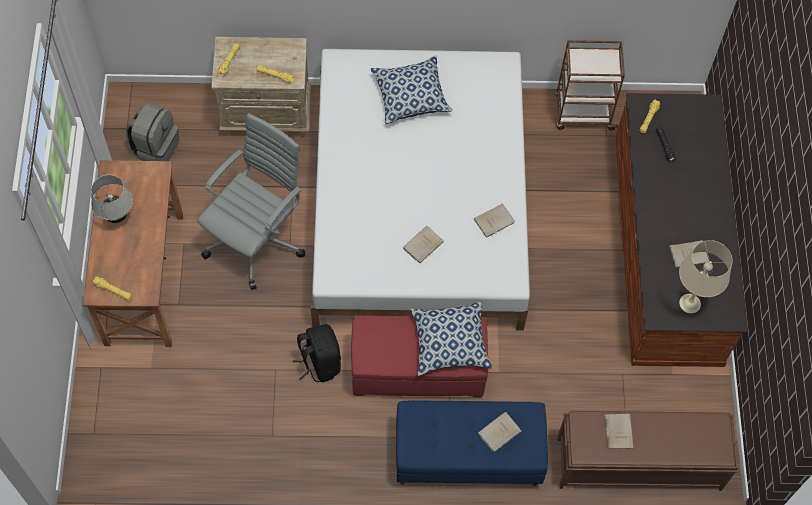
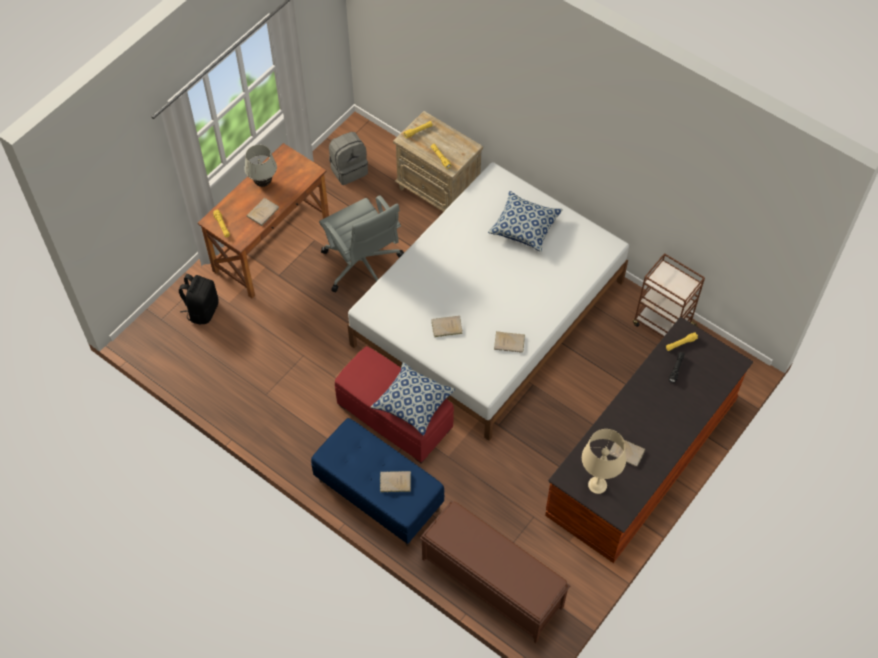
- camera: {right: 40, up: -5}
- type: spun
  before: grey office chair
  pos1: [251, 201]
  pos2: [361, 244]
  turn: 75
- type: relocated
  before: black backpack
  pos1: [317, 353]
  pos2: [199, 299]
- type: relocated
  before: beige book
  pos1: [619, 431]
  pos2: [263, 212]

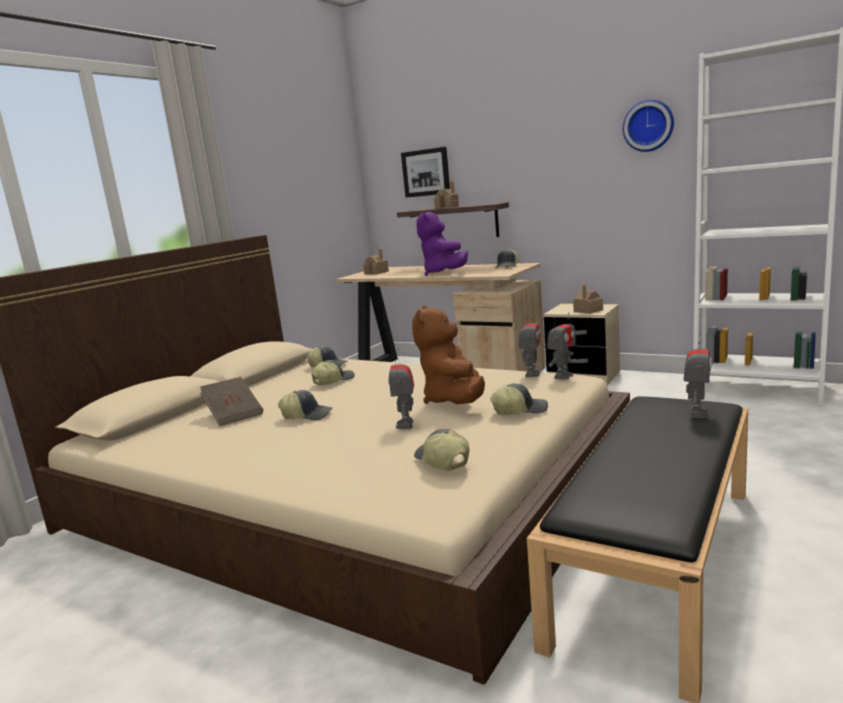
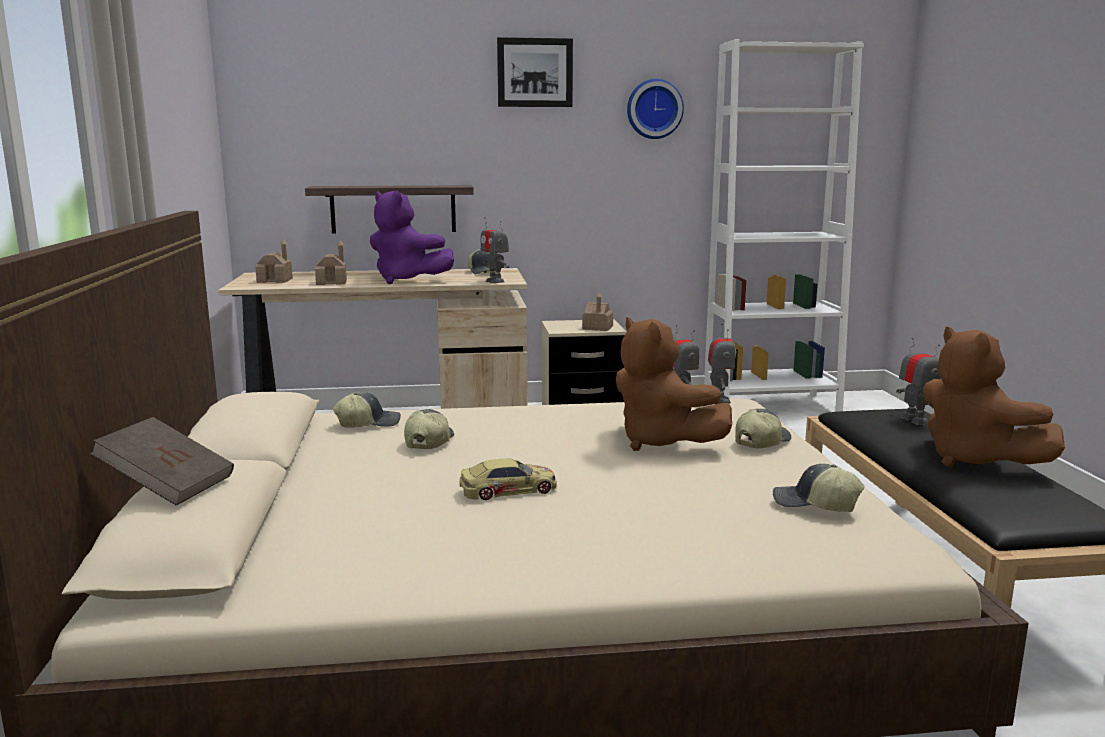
- camera: {right: -40, up: 0}
- type: relocated
  before: picture
  pos1: [425, 172]
  pos2: [535, 72]
- type: relocated
  before: toy house
  pos1: [446, 194]
  pos2: [331, 262]
- type: relocated
  before: toy robot
  pos1: [401, 389]
  pos2: [495, 250]
- type: relocated
  before: brown book
  pos1: [231, 401]
  pos2: [162, 461]
- type: exchanged
  before: cap
  after: toy car
  pos1: [305, 405]
  pos2: [508, 479]
- type: appeared
  after: brown plush toy
  pos2: [994, 397]

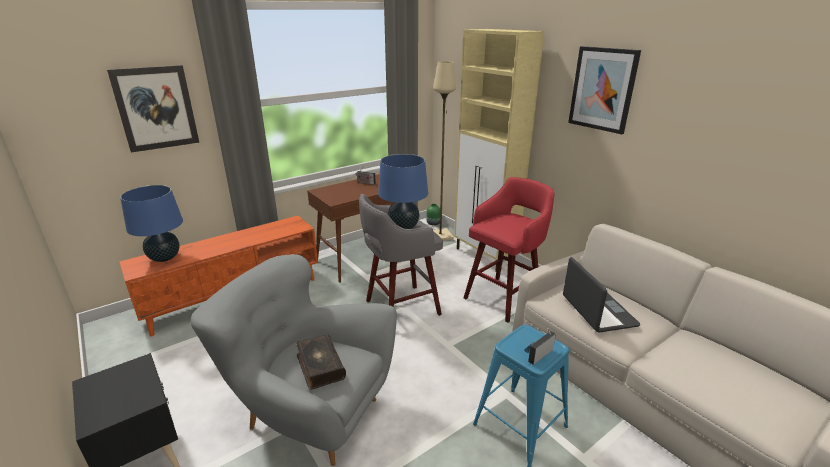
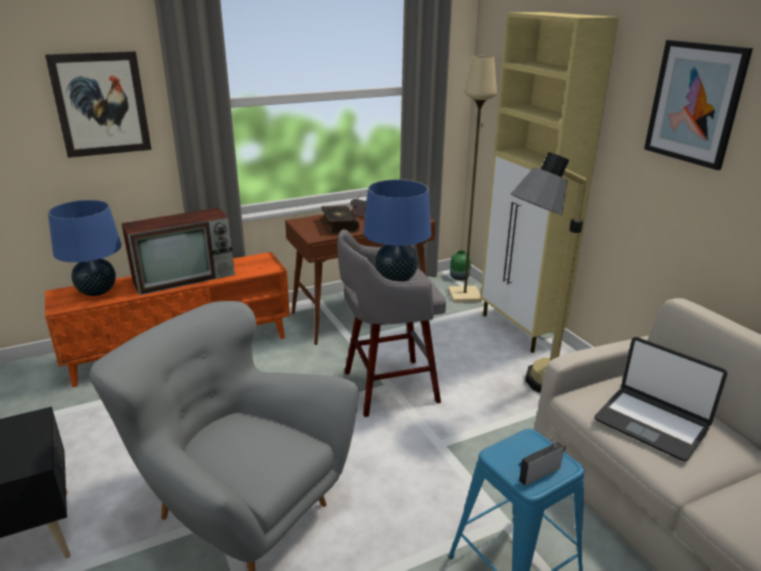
- camera: {right: 10, up: 0}
- type: exchanged
  before: red stool
  after: floor lamp
  pos1: [509, 250]
  pos2: [549, 272]
- type: spun
  before: laptop
  pos1: [601, 295]
  pos2: [661, 399]
  turn: 135
- type: relocated
  before: book
  pos1: [321, 362]
  pos2: [340, 220]
- type: appeared
  after: television
  pos2: [178, 251]

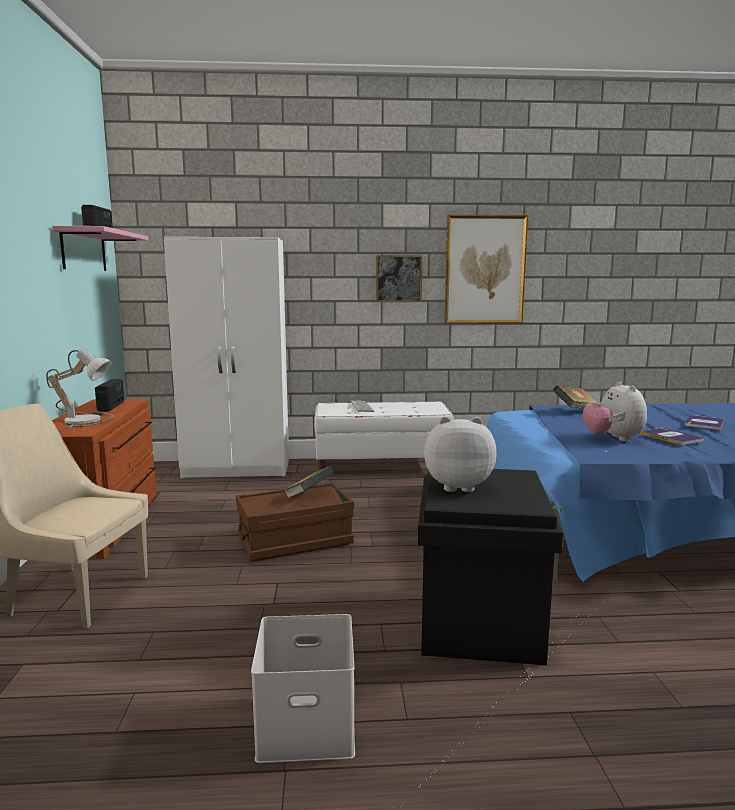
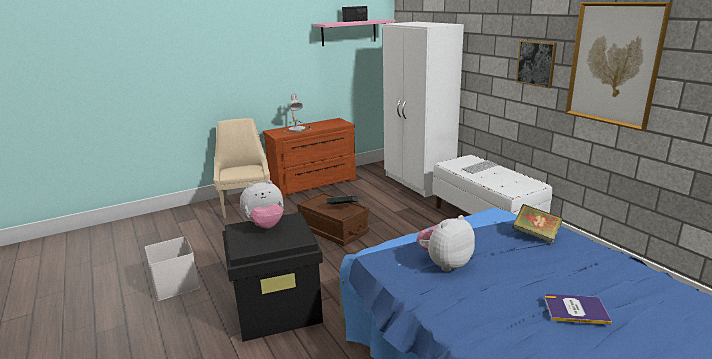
- camera: {right: 65, up: 10}
- type: missing
  before: radio
  pos1: [109, 395]
- type: spun
  before: plush toy
  pos1: [460, 454]
  pos2: [261, 204]
  turn: 90
- type: missing
  before: book
  pos1: [672, 436]

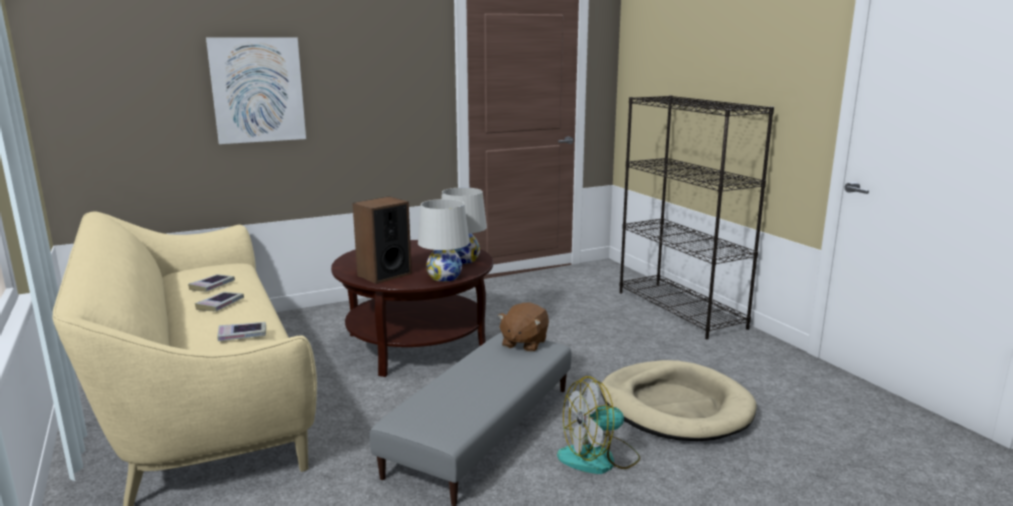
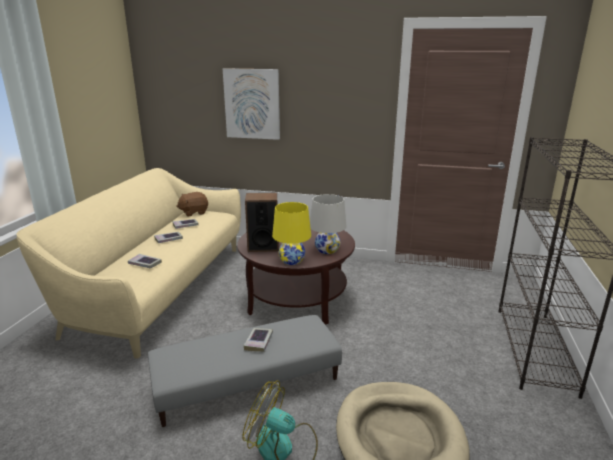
- camera: {right: 40, up: 5}
- type: colour
  before: white table lamp
  after: yellow table lamp
  pos1: [444, 240]
  pos2: [291, 233]
- type: relocated
  before: brown plush toy
  pos1: [523, 327]
  pos2: [192, 204]
- type: appeared
  after: book
  pos2: [258, 340]

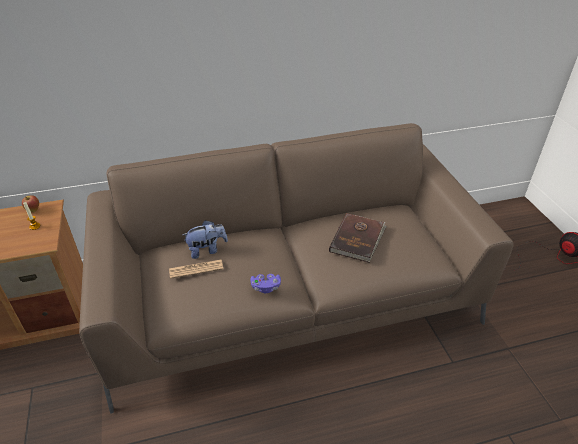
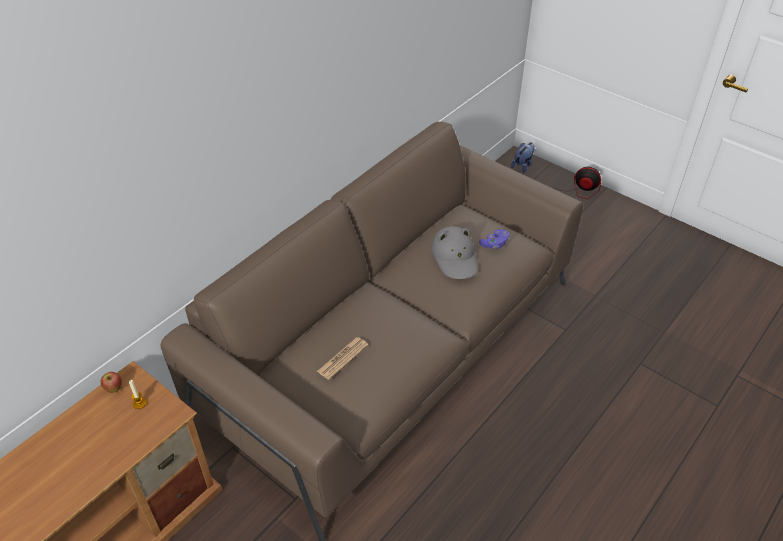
- camera: {right: -35, up: 5}
- type: exchanged
  before: brown book
  after: grey hat
  pos1: [358, 238]
  pos2: [455, 252]
- type: relocated
  before: plush toy
  pos1: [205, 239]
  pos2: [523, 157]
- type: relocated
  before: purple game controller
  pos1: [266, 283]
  pos2: [494, 239]

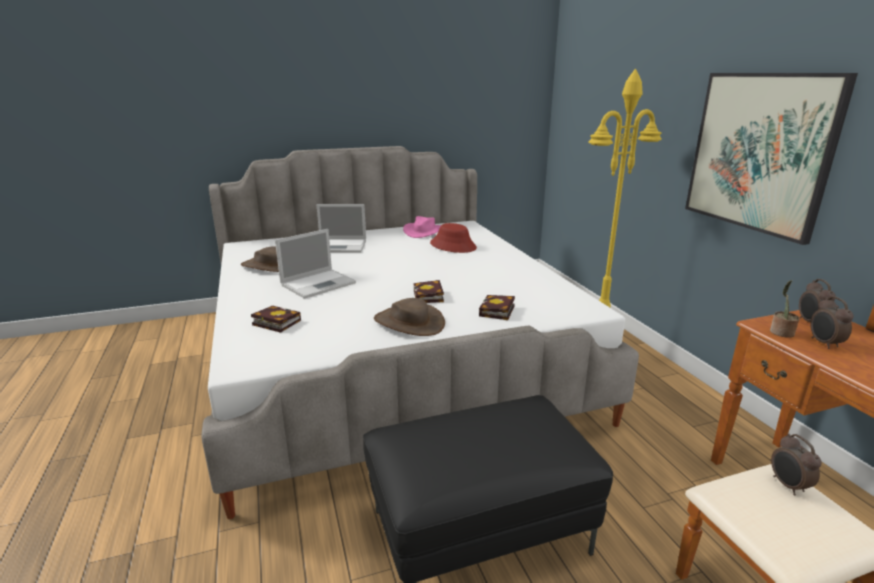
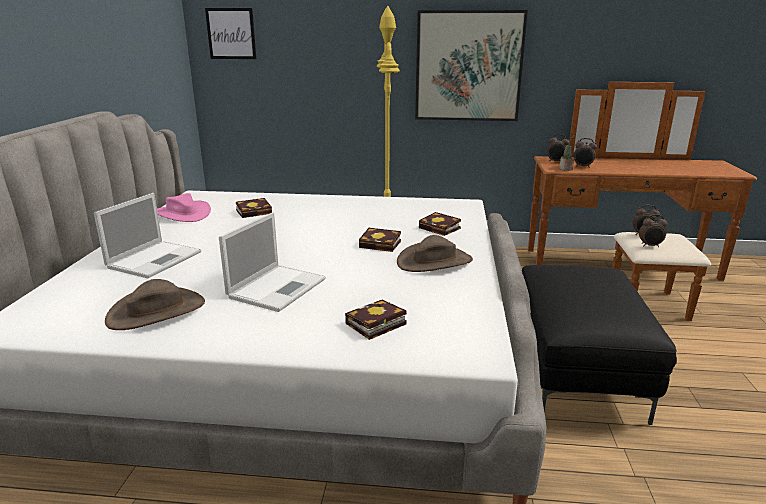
- camera: {right: -65, up: 0}
- type: exchanged
  before: red hat
  after: book
  pos1: [453, 238]
  pos2: [254, 208]
- type: spun
  before: laptop
  pos1: [315, 264]
  pos2: [272, 262]
  turn: 45
- type: appeared
  after: picture
  pos2: [230, 33]
- type: appeared
  after: alarm clock
  pos2: [653, 230]

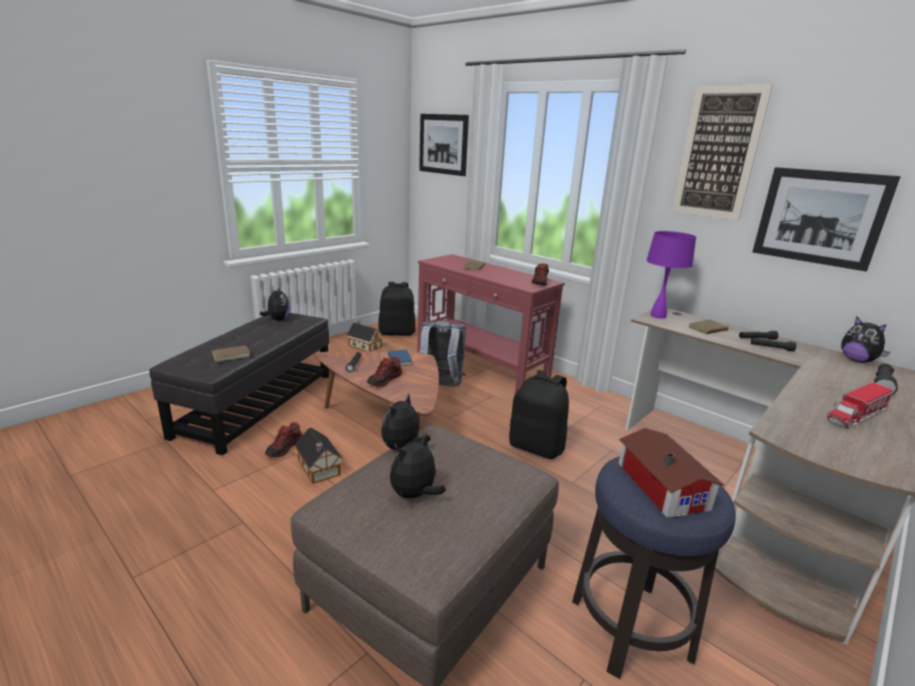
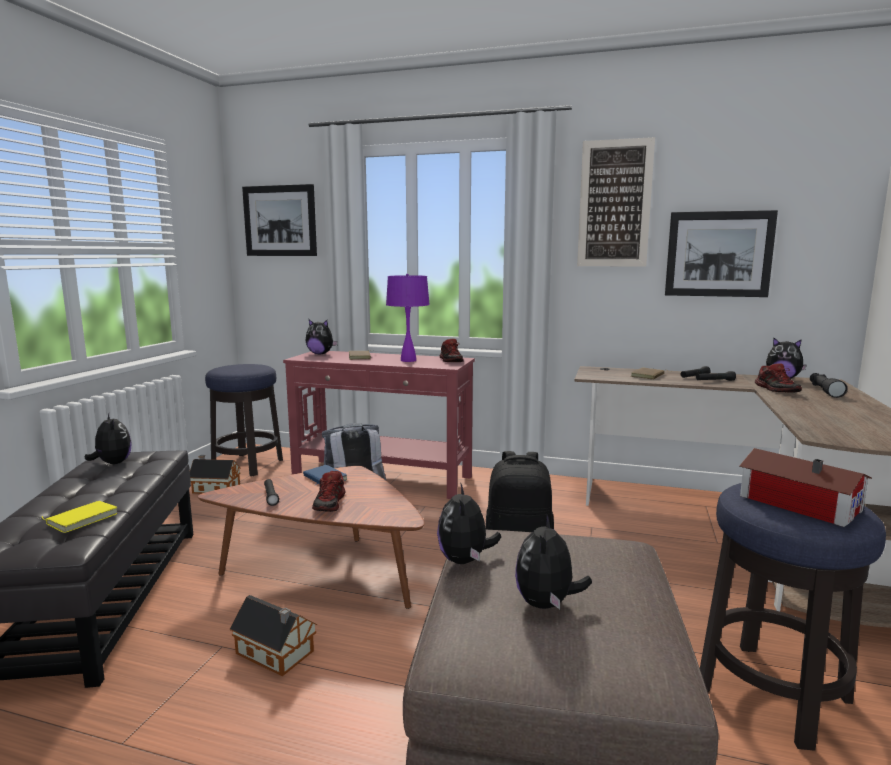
- camera: {right: -25, up: -10}
- type: relocated
  before: purple table lamp
  pos1: [671, 275]
  pos2: [408, 318]
- type: exchanged
  before: black backpack
  after: stool
  pos1: [397, 309]
  pos2: [244, 420]
- type: colour
  before: brown book
  after: yellow book
  pos1: [230, 353]
  pos2: [79, 517]
- type: missing
  before: toy truck
  pos1: [860, 405]
- type: relocated
  before: shoe
  pos1: [284, 439]
  pos2: [778, 378]
- type: appeared
  after: plush toy
  pos2: [322, 336]

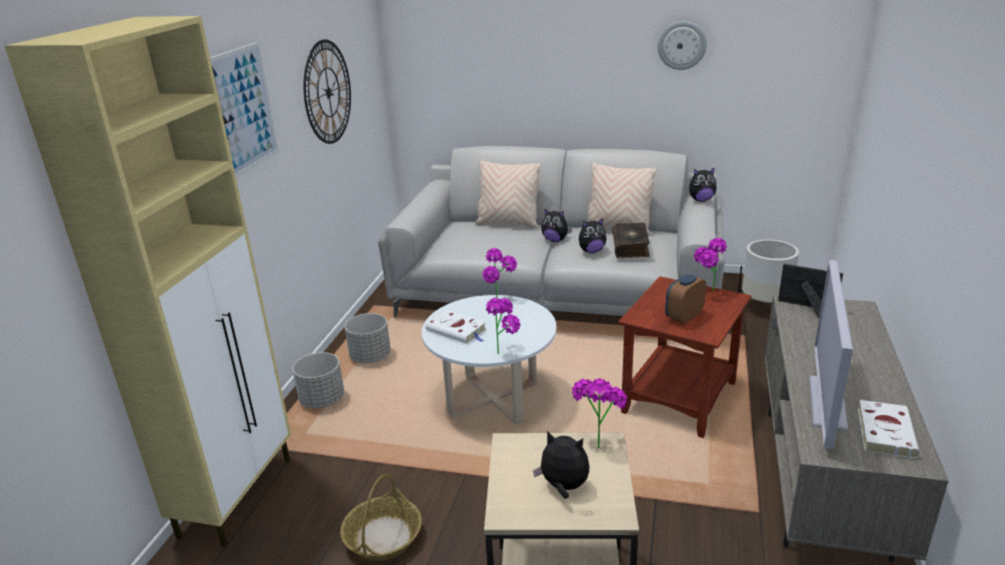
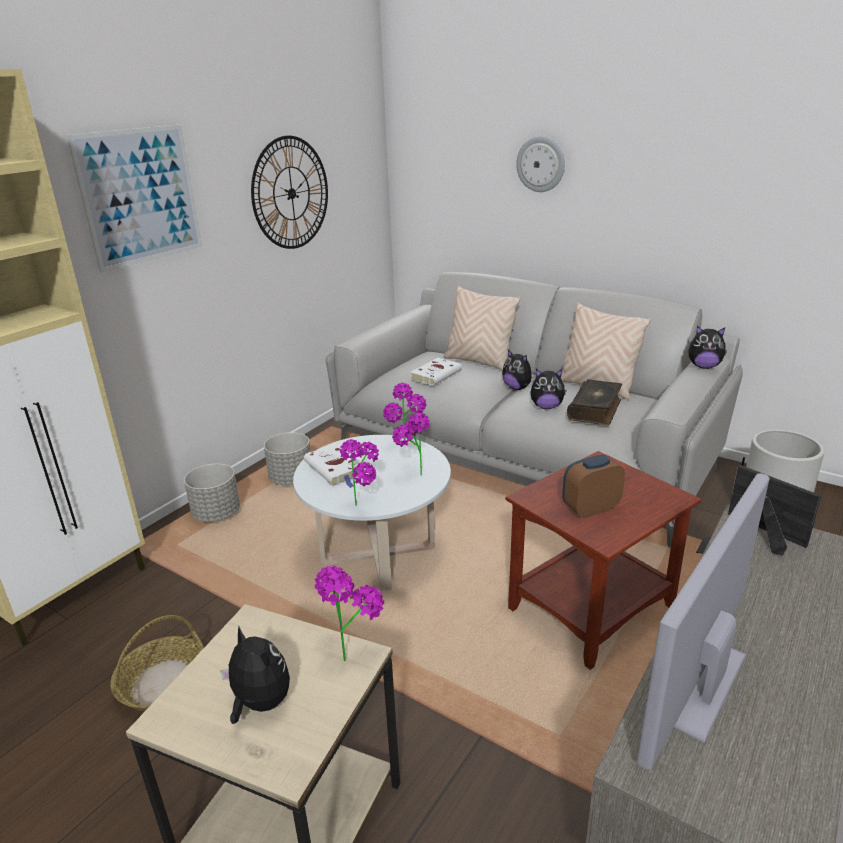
- camera: {right: 20, up: 0}
- type: relocated
  before: wall clock
  pos1: [682, 45]
  pos2: [540, 164]
- type: relocated
  before: potted plant
  pos1: [710, 265]
  pos2: [411, 443]
- type: relocated
  before: white book
  pos1: [888, 429]
  pos2: [436, 372]

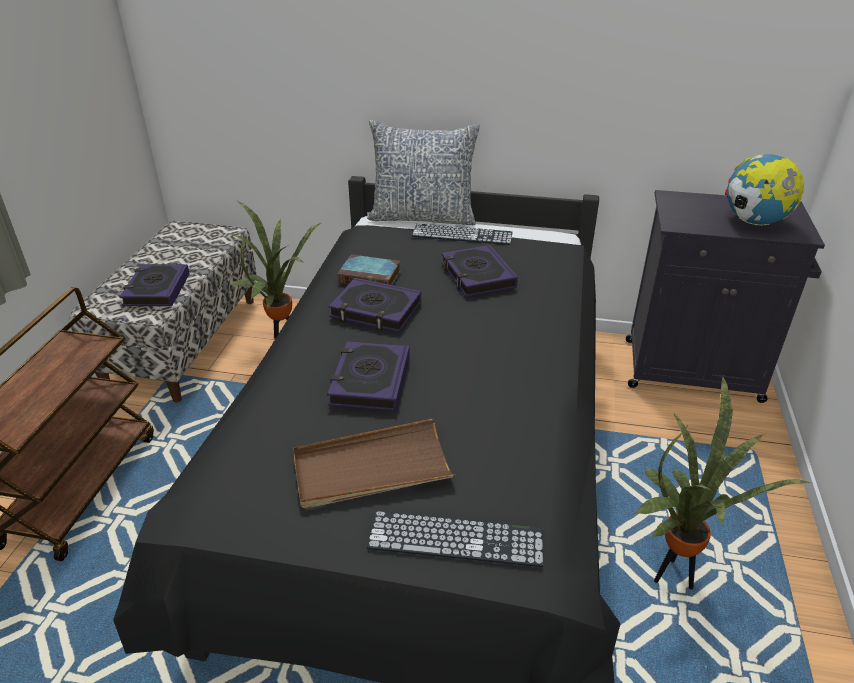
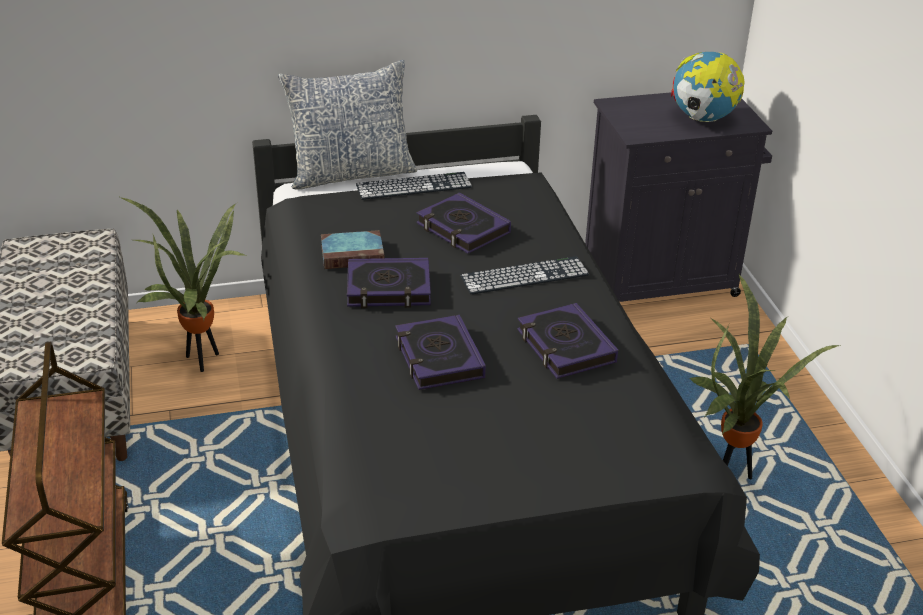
- camera: {right: -25, up: 0}
- type: relocated
  before: book
  pos1: [155, 285]
  pos2: [567, 341]
- type: missing
  before: brown tray
  pos1: [374, 463]
- type: relocated
  before: keyboard
  pos1: [455, 539]
  pos2: [524, 275]

